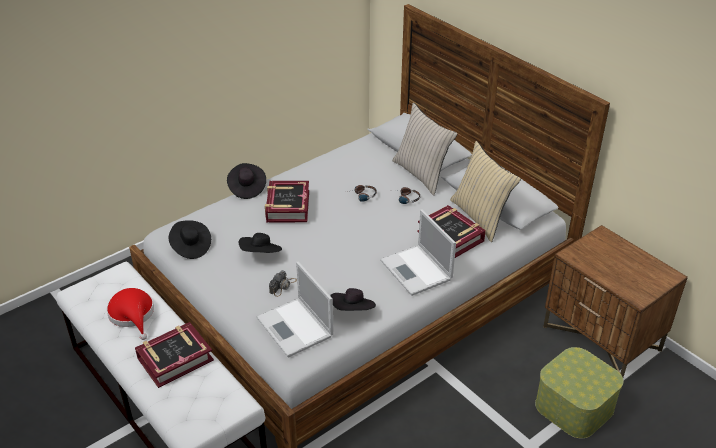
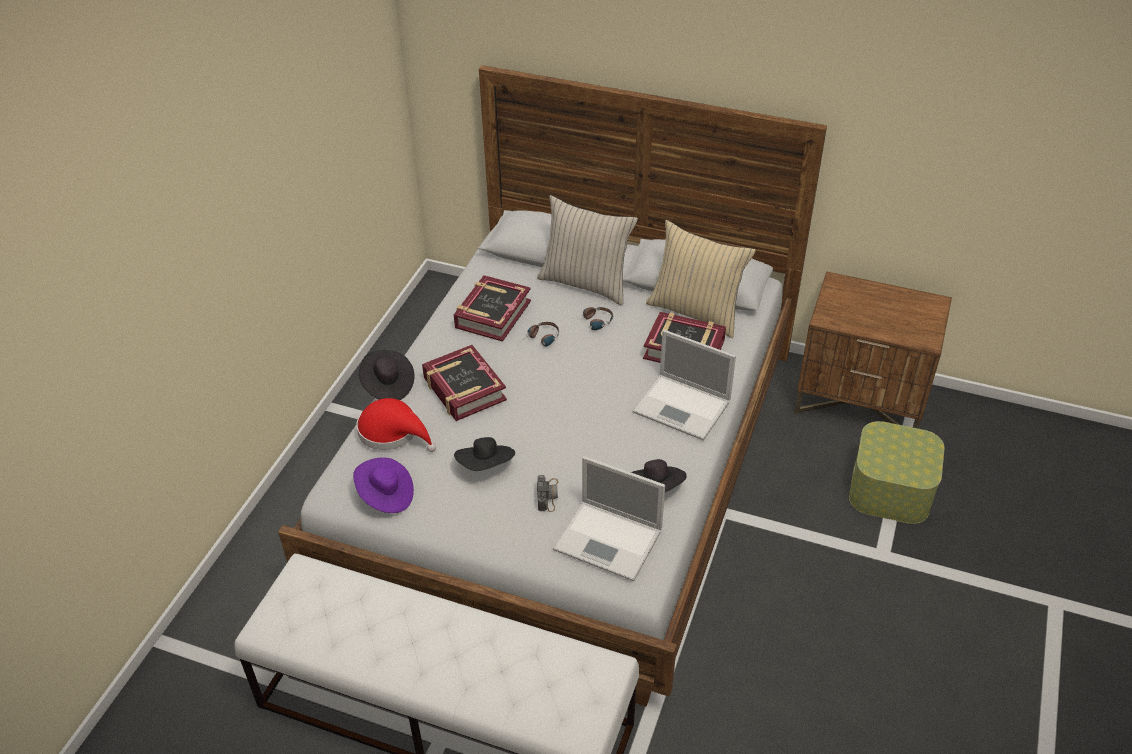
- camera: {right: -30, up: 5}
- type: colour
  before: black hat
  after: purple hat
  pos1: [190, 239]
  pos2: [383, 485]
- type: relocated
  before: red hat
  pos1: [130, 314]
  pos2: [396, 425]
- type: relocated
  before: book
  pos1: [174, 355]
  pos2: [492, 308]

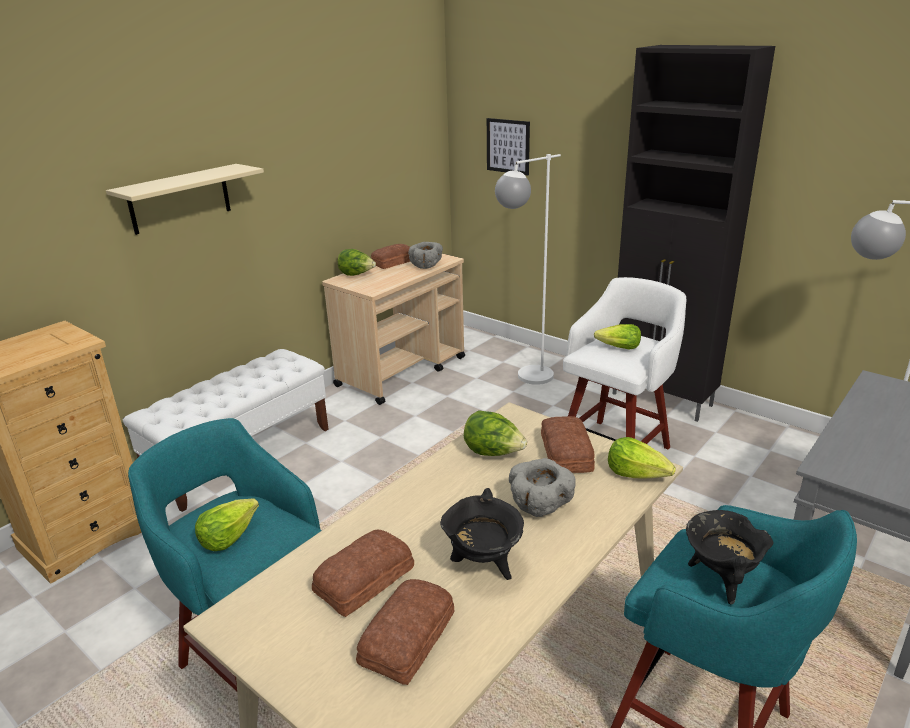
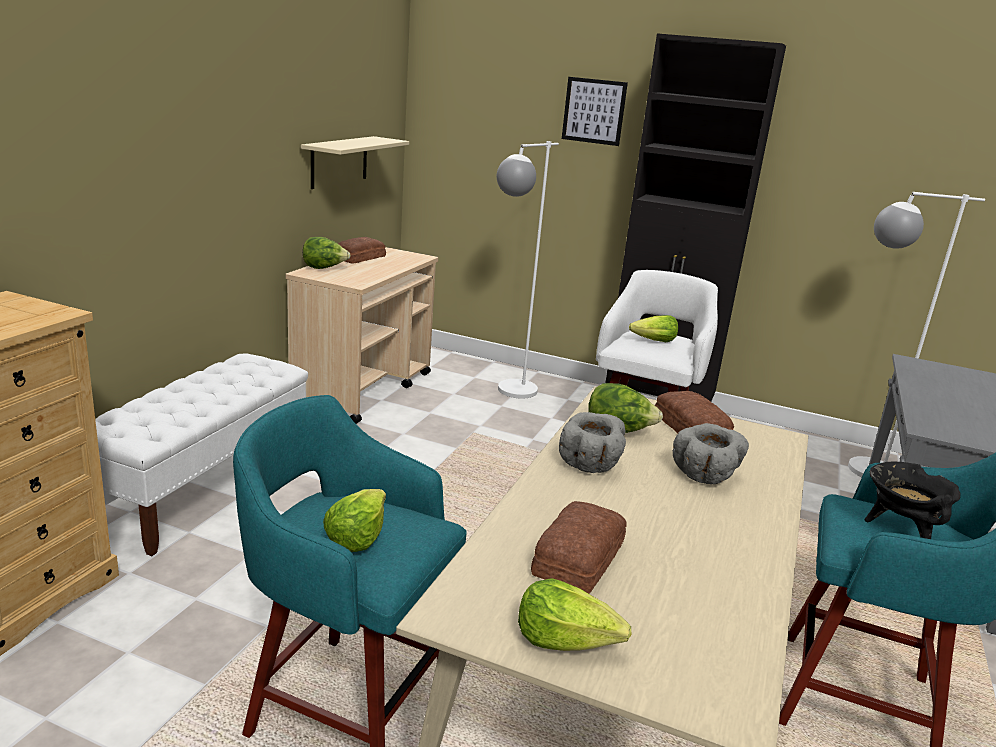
- camera: {right: -20, up: -5}
- type: relocated
  before: picture
  pos1: [508, 146]
  pos2: [595, 111]
- type: relocated
  before: beige shelf
  pos1: [185, 199]
  pos2: [355, 162]
- type: relocated
  before: grey bowl
  pos1: [425, 255]
  pos2: [592, 442]
- type: relocated
  before: lettuce
  pos1: [642, 458]
  pos2: [574, 614]
- type: missing
  before: black cooking pot
  pos1: [482, 534]
- type: missing
  before: bread
  pos1: [405, 632]

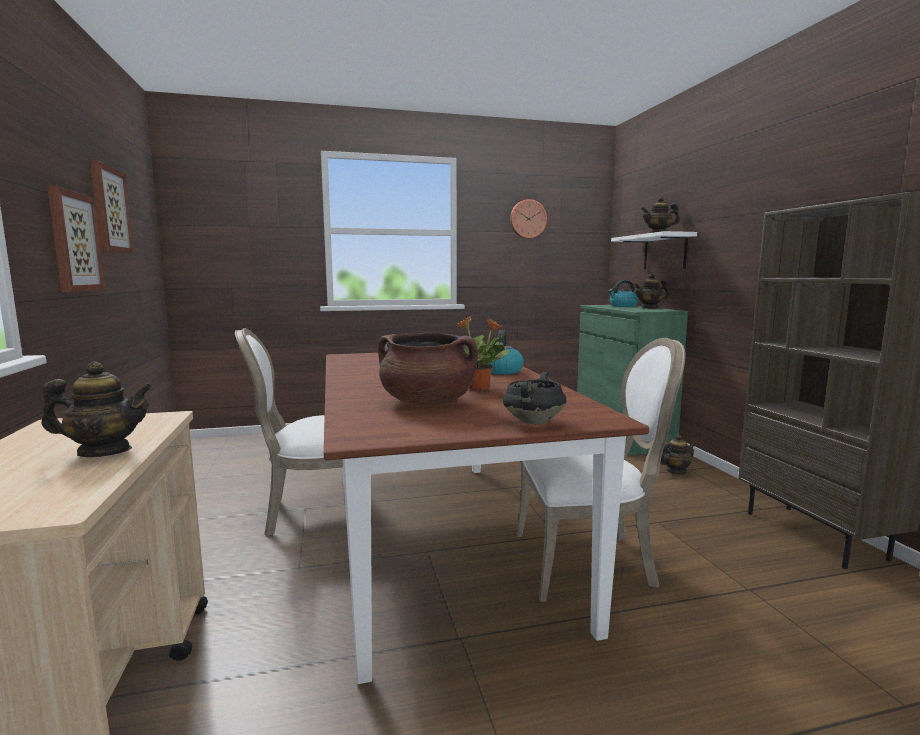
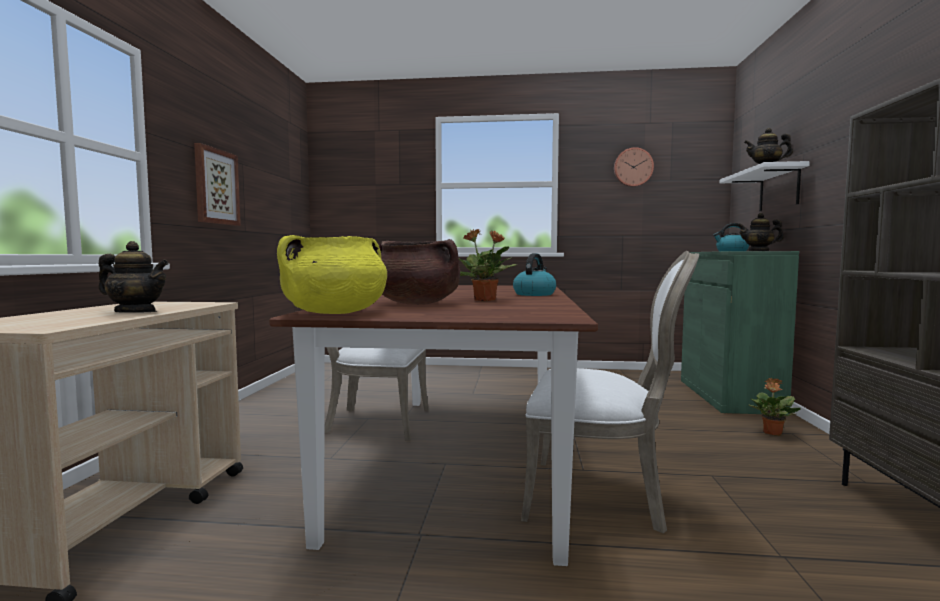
- camera: {right: 20, up: -5}
- type: missing
  before: picture
  pos1: [112, 207]
- type: missing
  before: black cooking pot
  pos1: [534, 398]
- type: exchanged
  before: teapot
  after: potted plant
  pos1: [678, 454]
  pos2: [775, 407]
- type: appeared
  after: yellow cooking pot
  pos2: [332, 274]

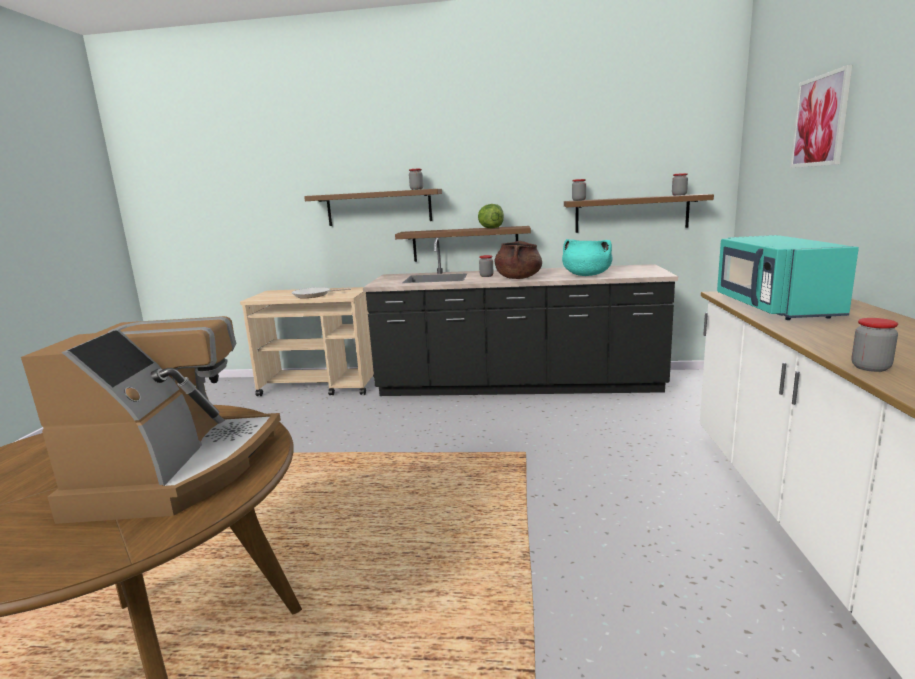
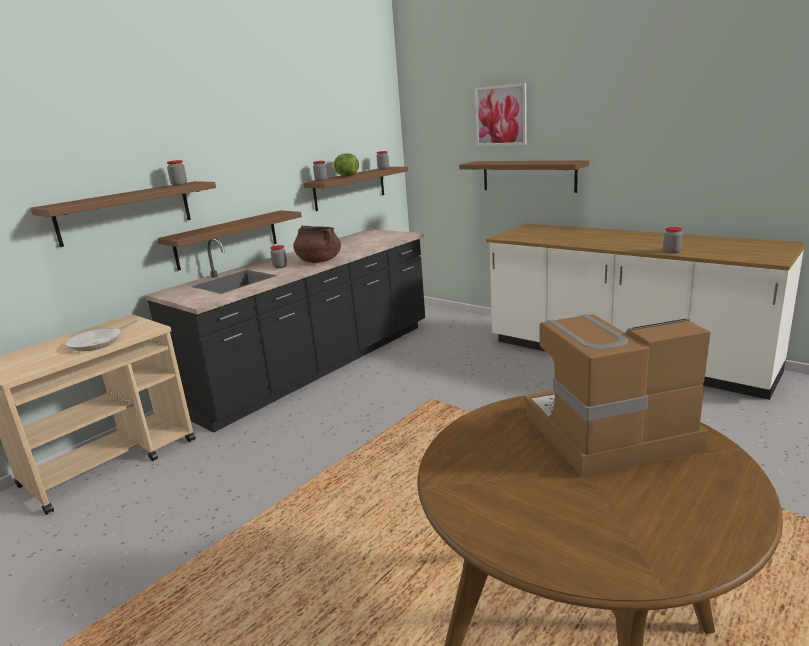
- camera: {right: -55, up: 5}
- type: relocated
  before: lettuce
  pos1: [491, 216]
  pos2: [345, 164]
- type: missing
  before: turquoise microwave
  pos1: [788, 277]
- type: missing
  before: turquoise cooking pot
  pos1: [587, 257]
- type: spun
  before: coffee machine
  pos1: [151, 420]
  pos2: [617, 395]
  turn: -45
- type: appeared
  after: brown shelf
  pos2: [524, 176]

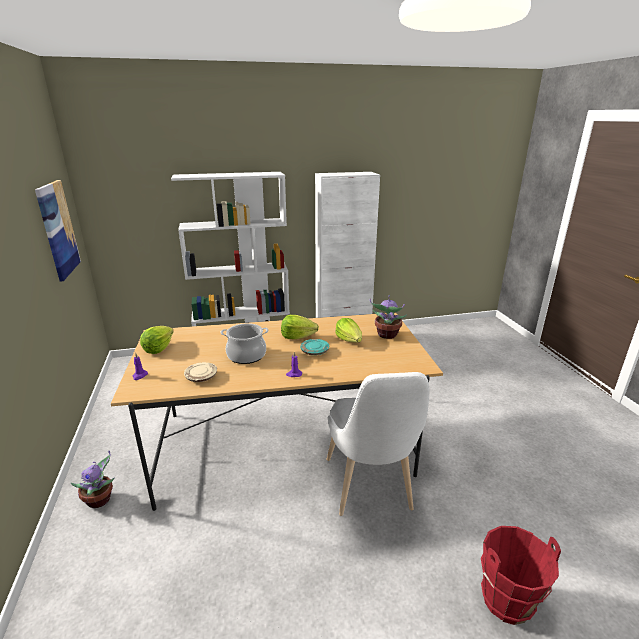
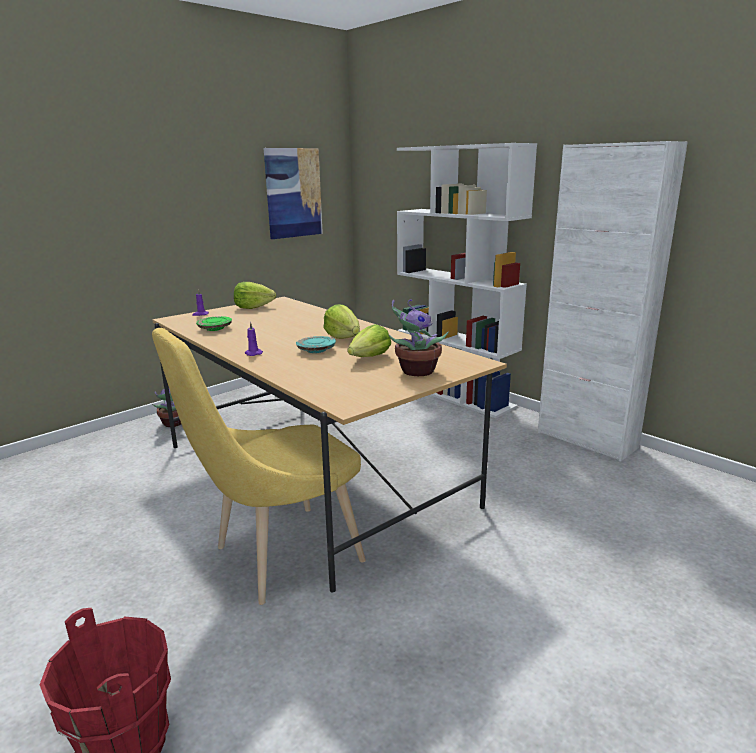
- camera: {right: 60, up: -5}
- type: missing
  before: cooking pot
  pos1: [245, 343]
- type: colour
  before: beige plate
  after: green plate
  pos1: [200, 372]
  pos2: [214, 323]
- type: colour
  before: white chair
  after: yellow chair
  pos1: [378, 444]
  pos2: [259, 466]

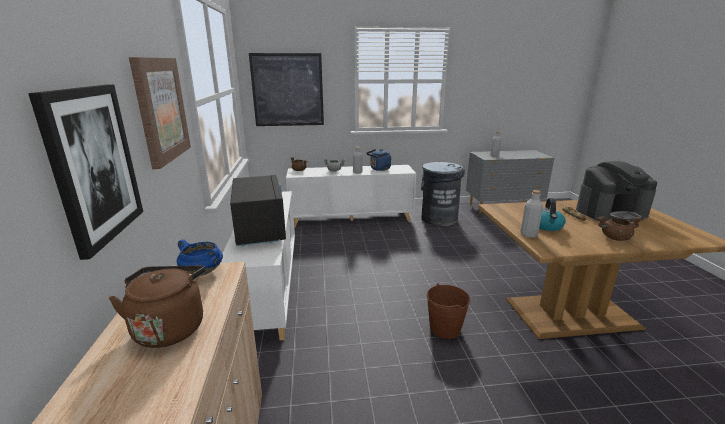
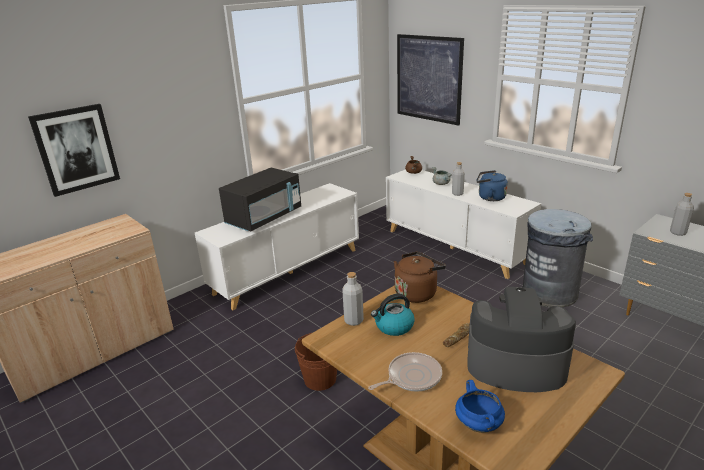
- camera: {right: 55, up: 5}
- type: missing
  before: picture
  pos1: [160, 113]
- type: spun
  before: coffee machine
  pos1: [616, 191]
  pos2: [521, 339]
  turn: 150
- type: exchanged
  before: brown cooking pot
  after: frying pan
  pos1: [619, 228]
  pos2: [405, 372]
- type: relocated
  before: blue cooking pot
  pos1: [200, 257]
  pos2: [480, 406]
- type: relocated
  before: brown kettle
  pos1: [157, 306]
  pos2: [420, 277]

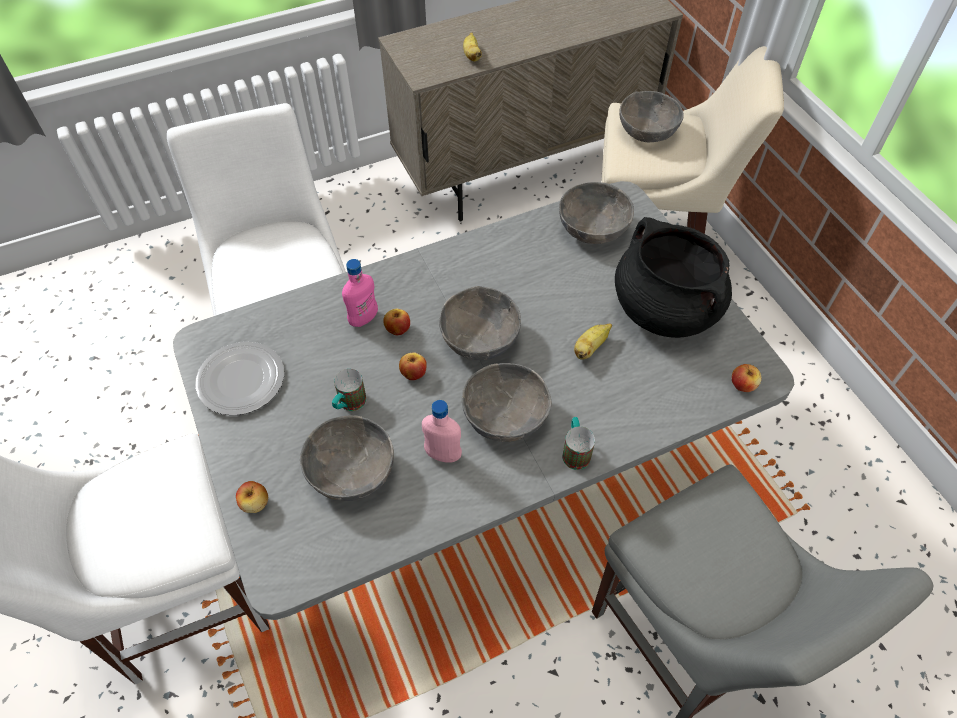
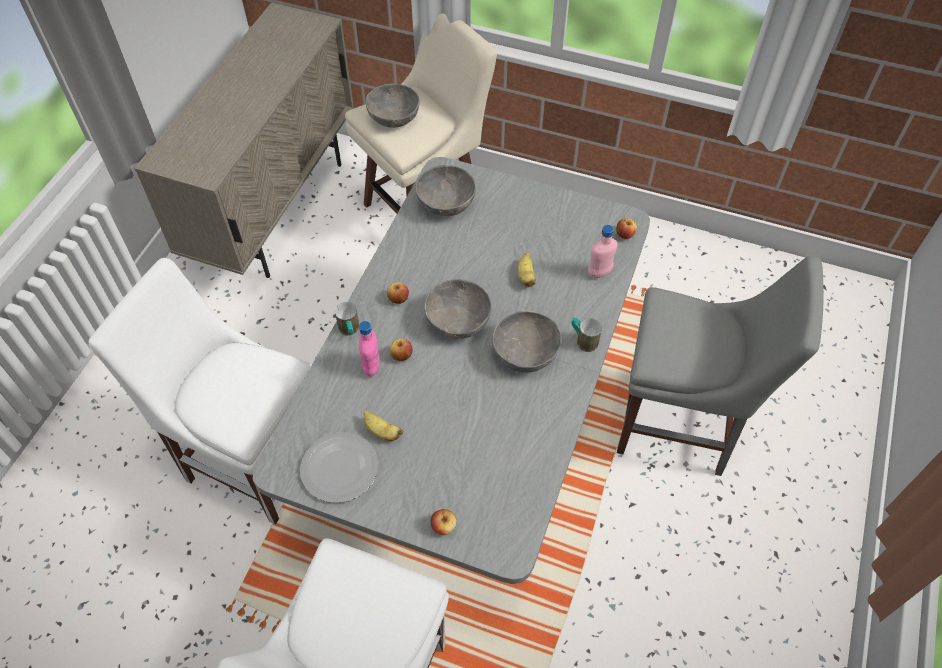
- camera: {right: -45, up: 0}
- type: relocated
  before: banana
  pos1: [472, 47]
  pos2: [383, 425]
- type: missing
  before: black cooking pot
  pos1: [673, 277]
- type: relocated
  before: apple
  pos1: [413, 366]
  pos2: [398, 293]
- type: relocated
  before: mug
  pos1: [349, 390]
  pos2: [347, 319]
- type: relocated
  before: pink bottle
  pos1: [442, 431]
  pos2: [602, 251]
- type: missing
  before: grey bowl
  pos1: [347, 458]

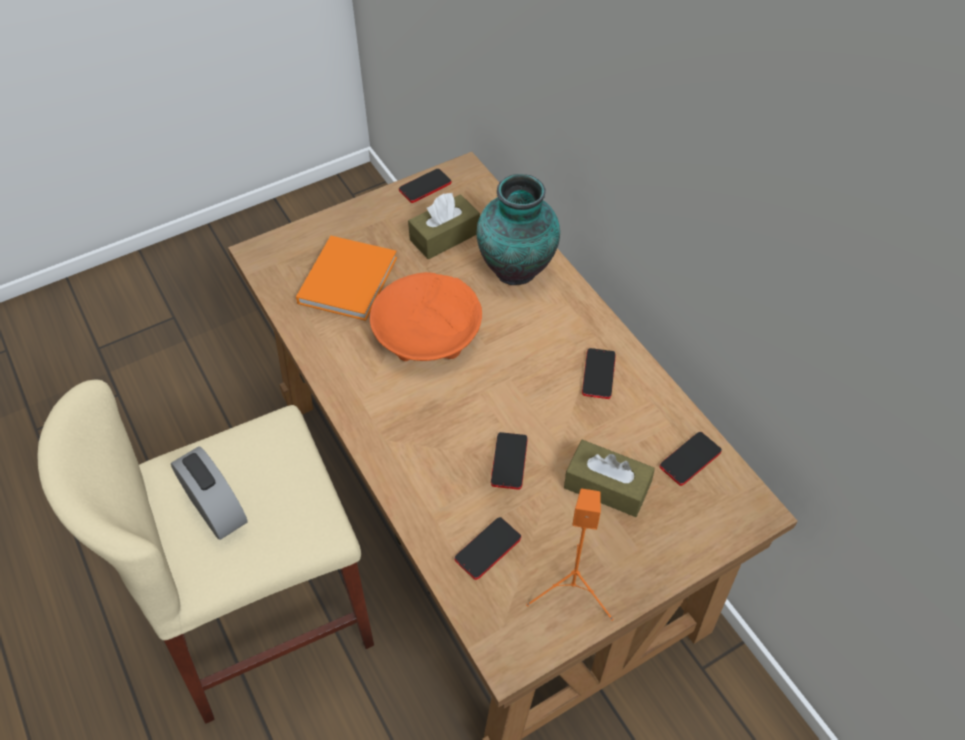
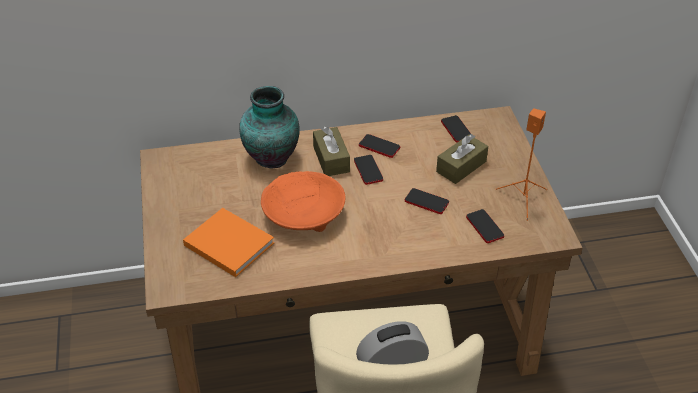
- camera: {right: -70, up: -10}
- type: relocated
  before: phone
  pos1: [425, 186]
  pos2: [368, 170]
- type: relocated
  before: brown tissue box
  pos1: [444, 226]
  pos2: [331, 151]

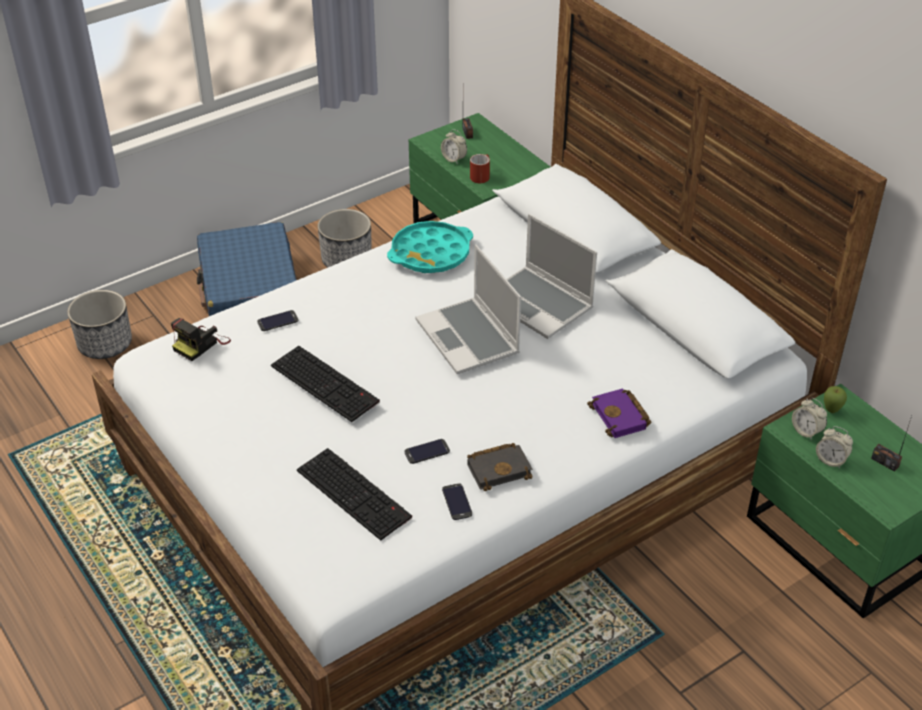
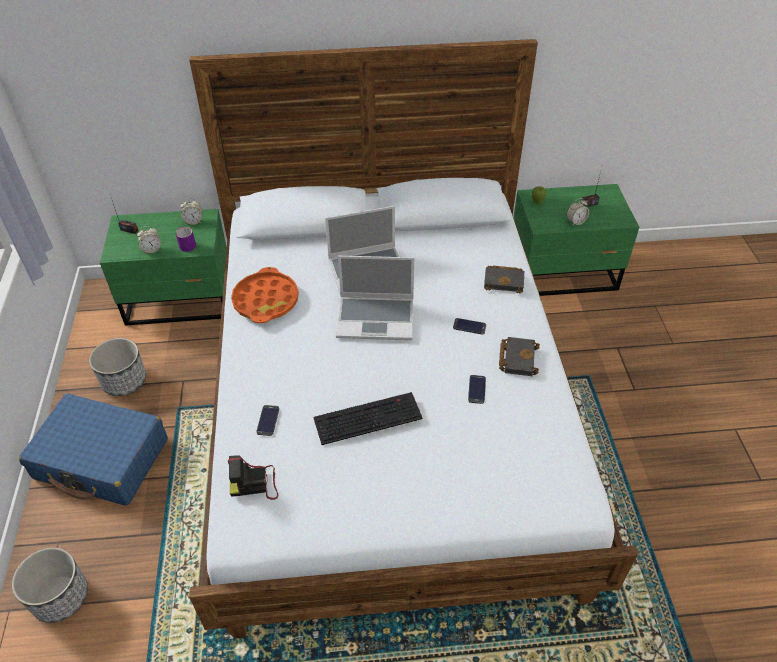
- camera: {right: -60, up: 5}
- type: colour
  before: red mug
  after: purple mug
  pos1: [480, 168]
  pos2: [186, 239]
- type: colour
  before: turquoise tray
  after: orange tray
  pos1: [430, 247]
  pos2: [265, 295]
- type: spun
  before: photo camera
  pos1: [201, 339]
  pos2: [253, 477]
  turn: 105
- type: colour
  before: purple book
  after: black book
  pos1: [619, 413]
  pos2: [504, 279]
- type: relocated
  before: alarm clock
  pos1: [809, 419]
  pos2: [191, 211]
- type: missing
  before: keyboard
  pos1: [354, 494]
- type: relocated
  before: phone
  pos1: [457, 501]
  pos2: [470, 326]

